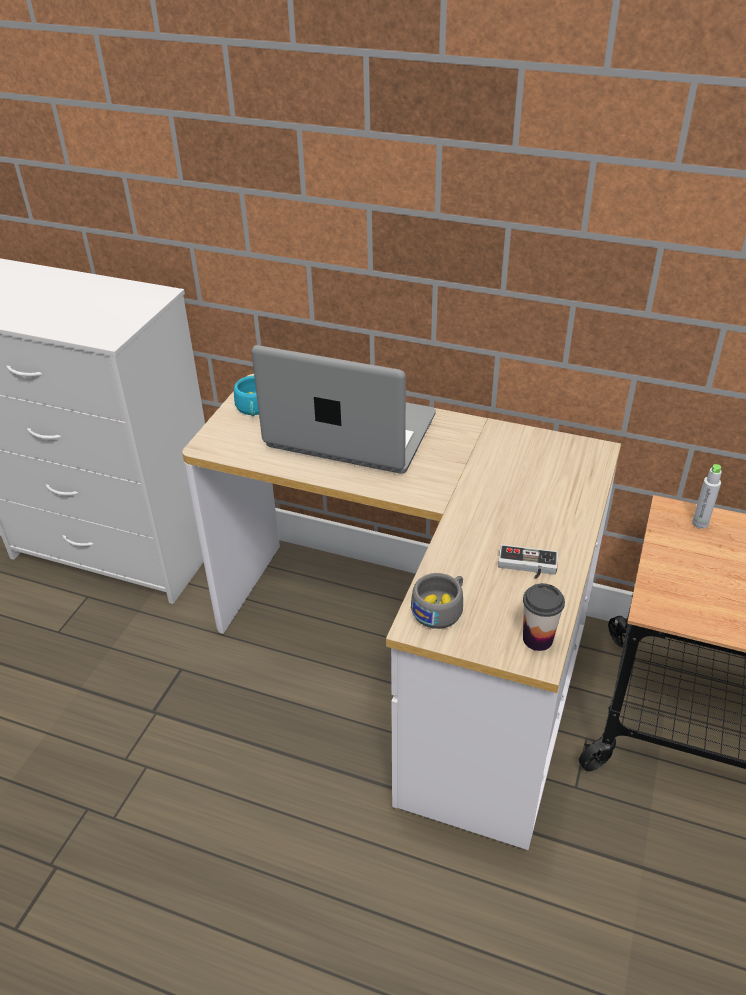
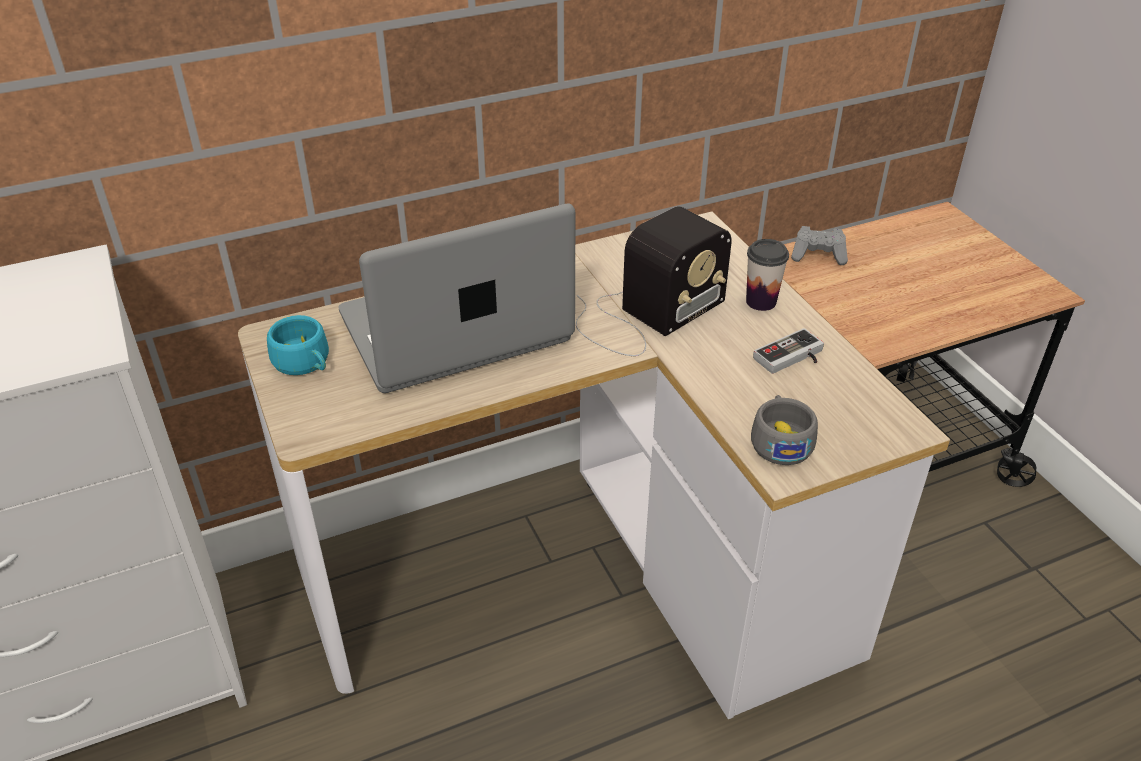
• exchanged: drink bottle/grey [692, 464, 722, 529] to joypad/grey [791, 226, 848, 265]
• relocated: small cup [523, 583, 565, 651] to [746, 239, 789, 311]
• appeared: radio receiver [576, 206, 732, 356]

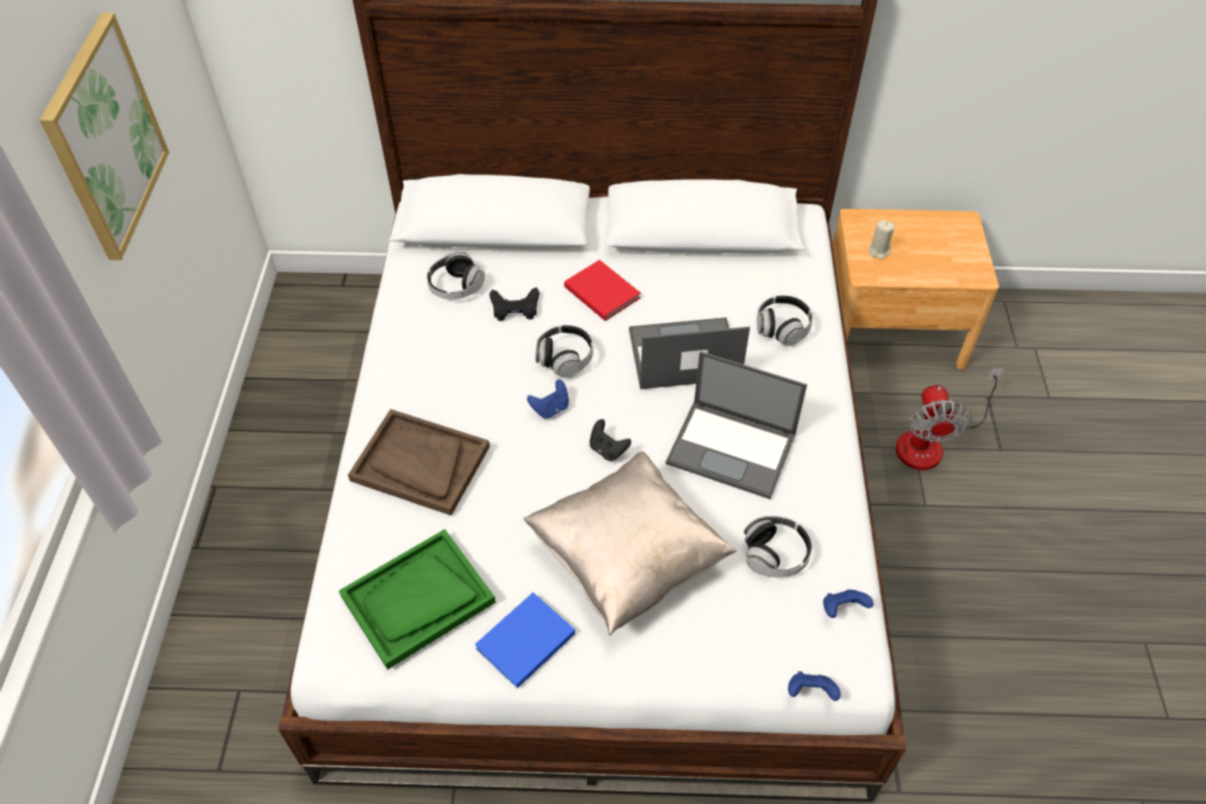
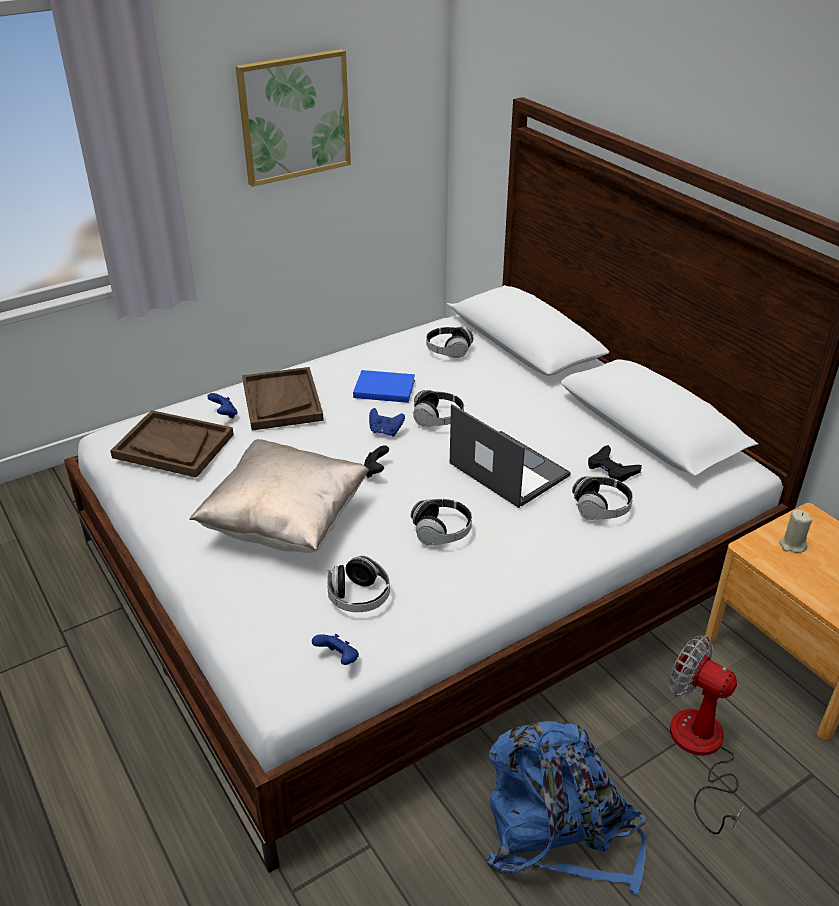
• missing: book/red-coloured [564, 260, 641, 321]
• relocated: joypad/blackish [489, 287, 540, 321] to [588, 445, 642, 482]
• exchanged: notebook computer [666, 351, 807, 499] to headset [411, 499, 472, 545]
• spun: fan [896, 369, 1004, 470] = [670, 635, 744, 834] 75 degrees clockwise
• colour: tray/green-coloured [339, 529, 496, 670] to tray/brown [110, 410, 234, 478]
• relocated: book/blue-coloured [475, 592, 575, 688] to [353, 370, 415, 403]
• relocated: joypad/blue-coloured [788, 671, 841, 701] to [207, 393, 238, 418]
• appeared: backpack/blue-coloured [486, 721, 647, 895]

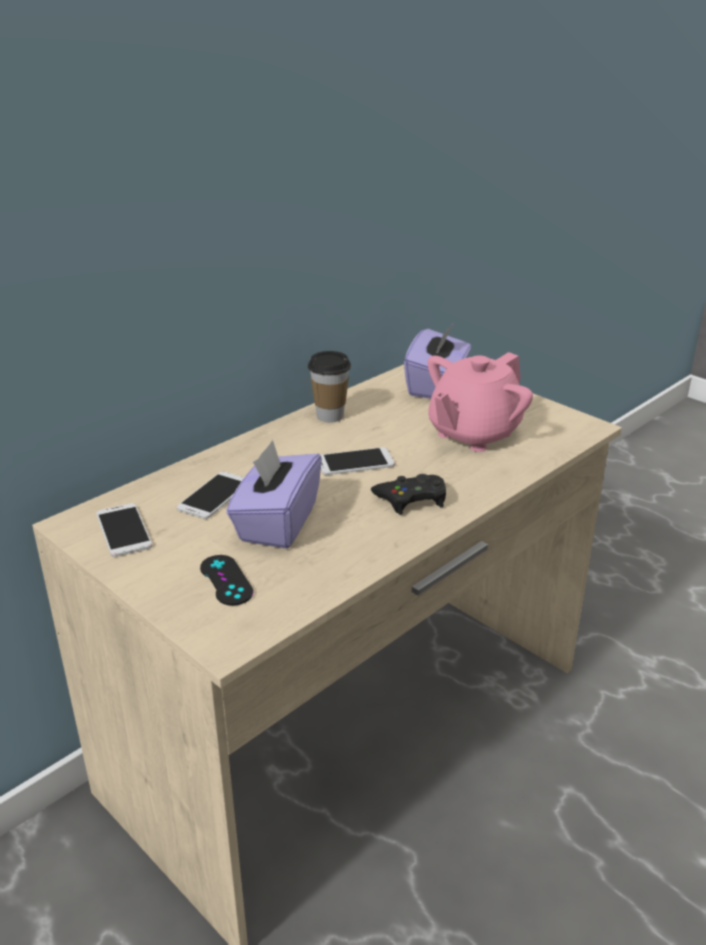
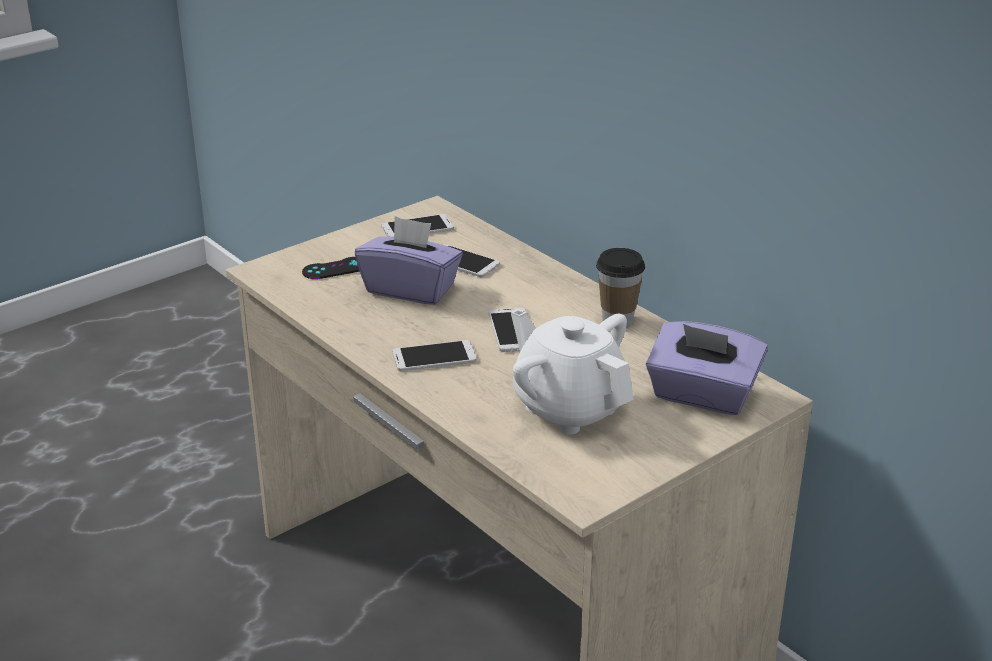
• colour: tea pot/pinkish [428, 352, 533, 452] to tea pot/white [511, 309, 634, 435]
• exchanged: joypad/blackish [371, 474, 446, 515] to telephone [392, 340, 477, 371]

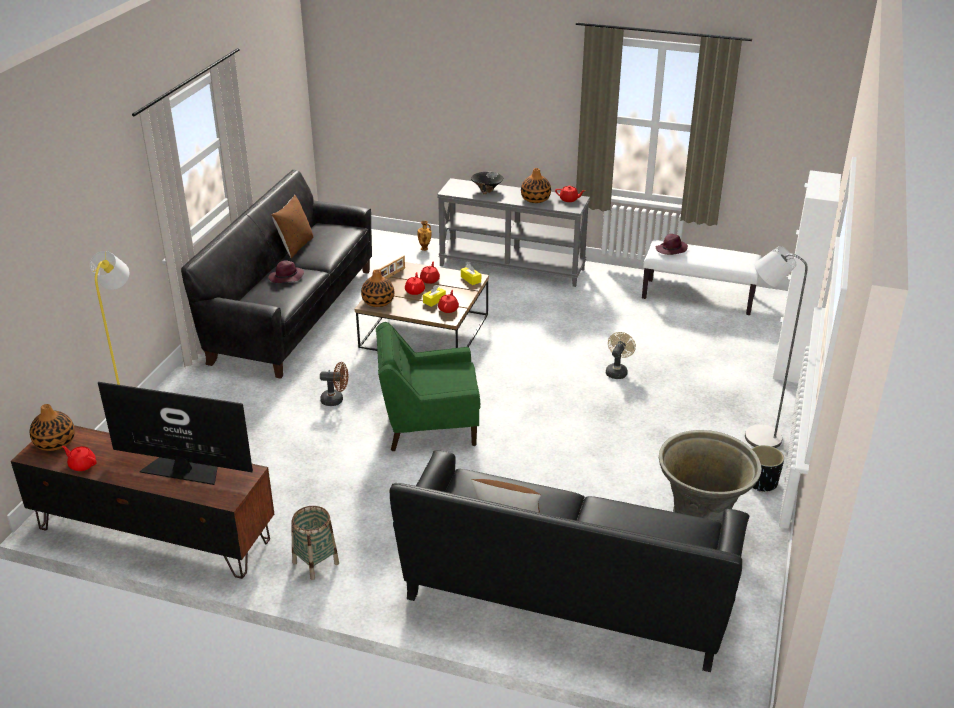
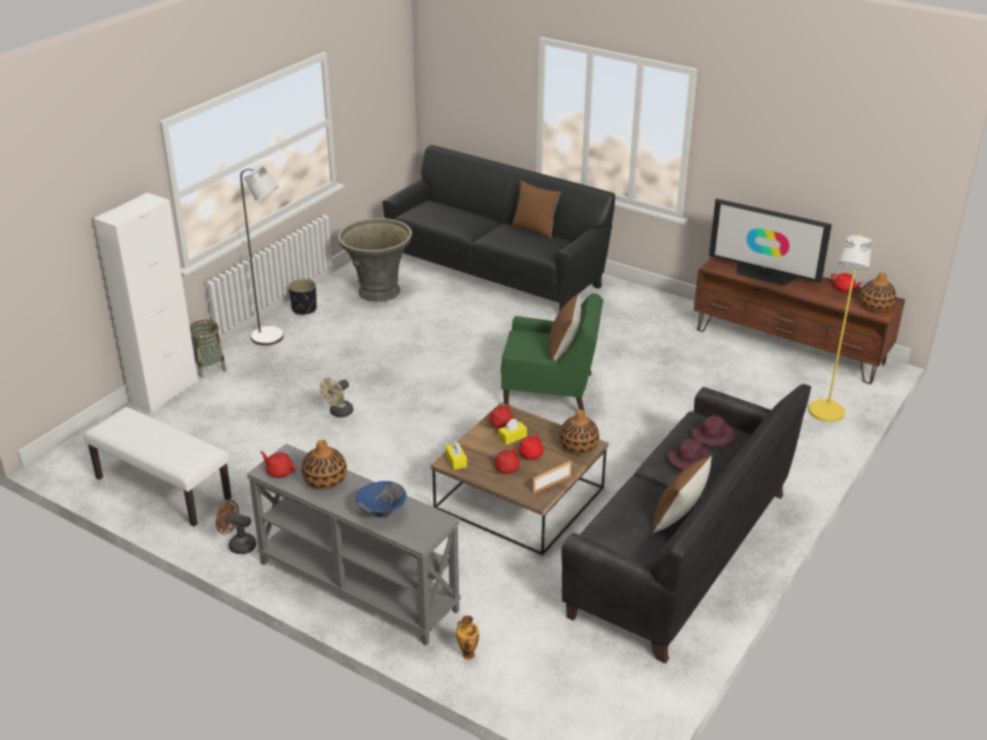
• colour: bowl/blackish [471, 172, 503, 195] to bowl/blue-coloured [356, 481, 406, 517]
• relocated: clothing hat/purplish [656, 234, 688, 255] to [691, 415, 734, 447]
• relocated: fan/brown [320, 362, 348, 406] to [216, 500, 256, 554]
• relocated: storage basket [291, 506, 339, 580] to [190, 320, 226, 378]
• appeared: pillow/brown [549, 293, 581, 360]

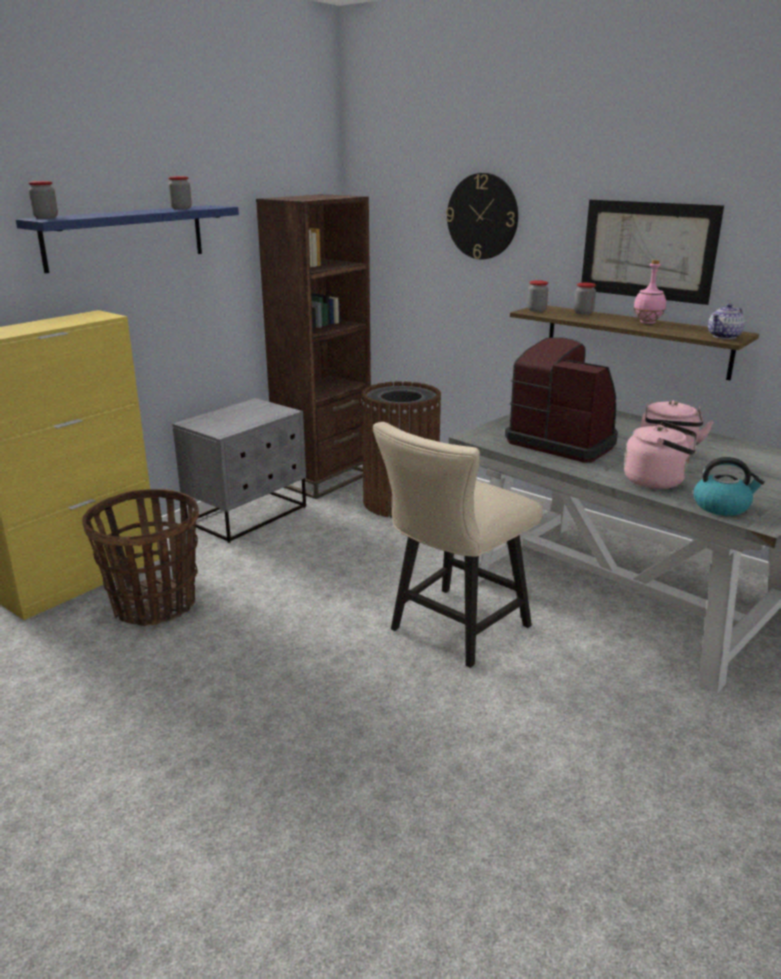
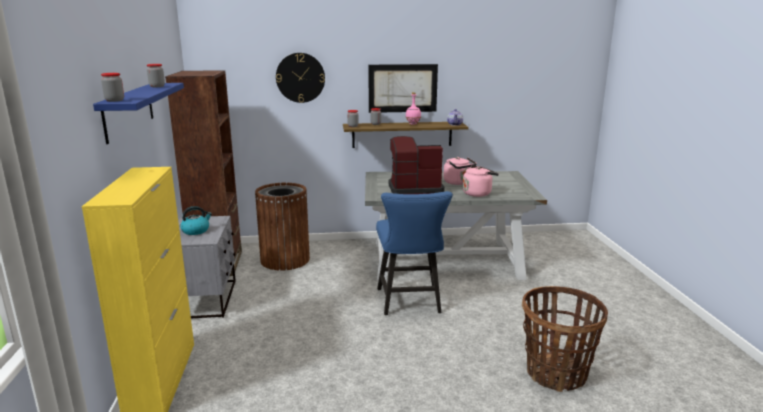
• colour: chair/beige-coloured [373, 422, 543, 668] to chair/blue-coloured [376, 191, 453, 315]
• relocated: water kettle [694, 457, 765, 516] to [180, 206, 212, 235]
• relocated: storage basket [82, 489, 199, 626] to [522, 286, 608, 392]

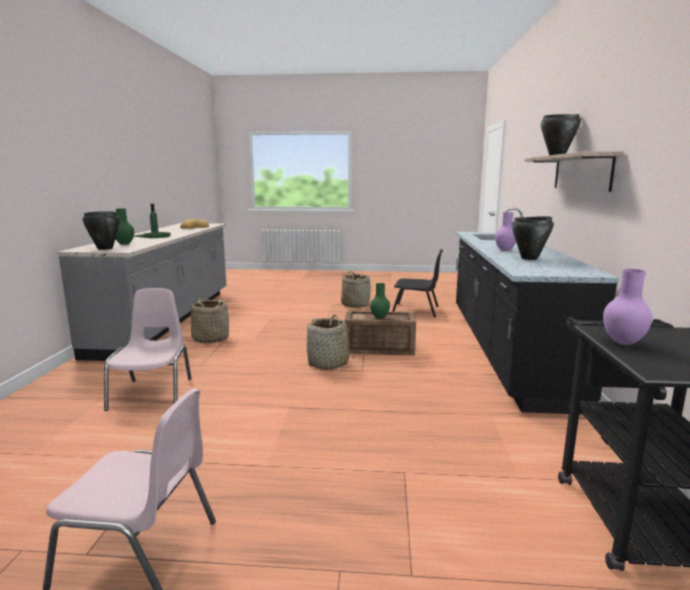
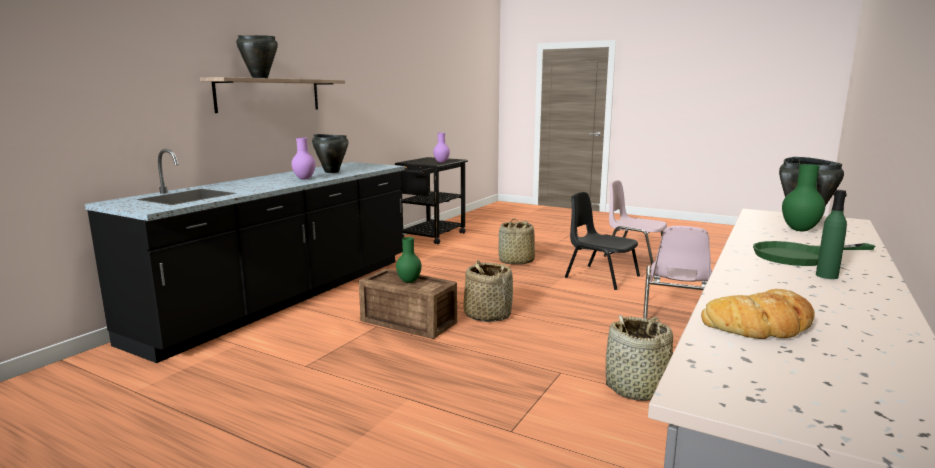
• relocated: chair/blackish [392, 249, 443, 317] to [565, 192, 640, 290]
• relocated: storage basket [341, 271, 371, 308] to [498, 219, 535, 265]

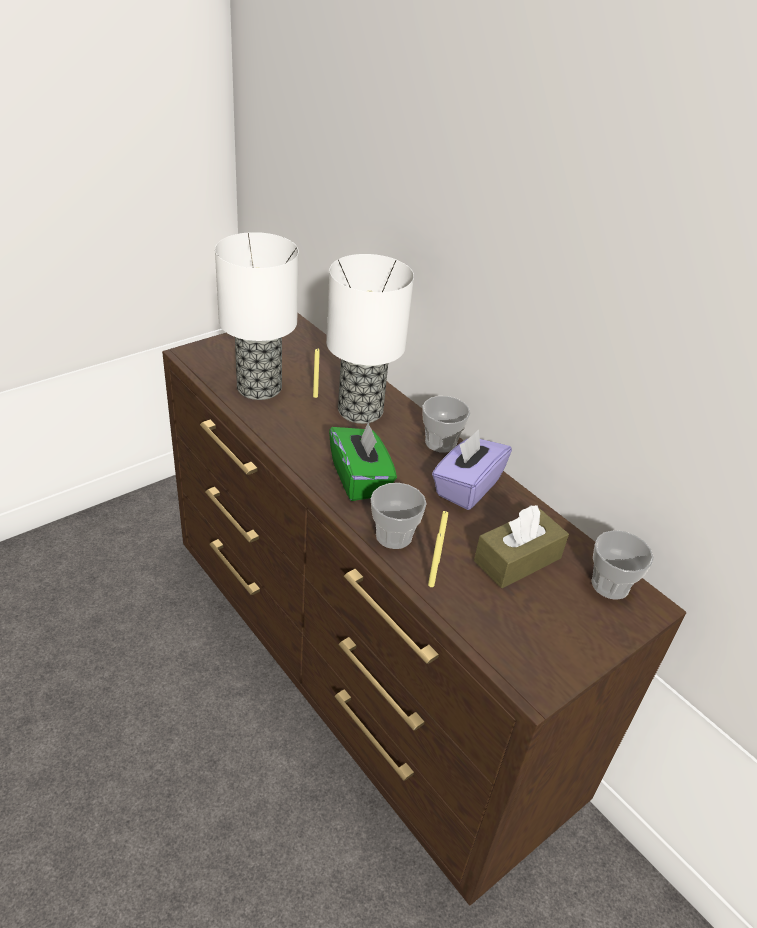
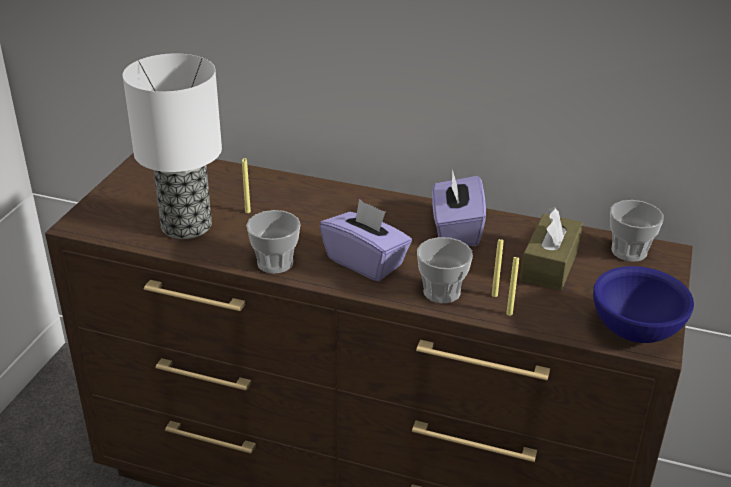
• missing: tabletop lamp [326, 254, 414, 424]
• relocated: small cup [422, 396, 470, 453] to [246, 210, 300, 274]
• colour: tissue box/green-coloured [329, 421, 397, 501] to tissue box/purplish [319, 199, 412, 281]
• appeared: bowl/blue-coloured [593, 266, 694, 343]

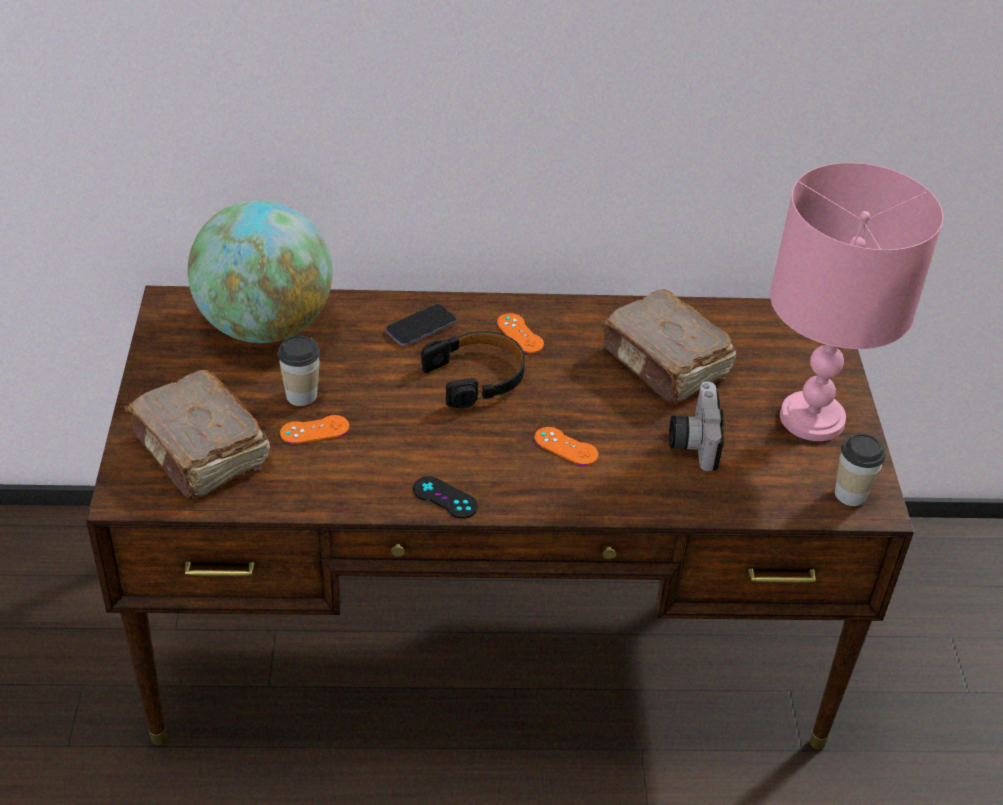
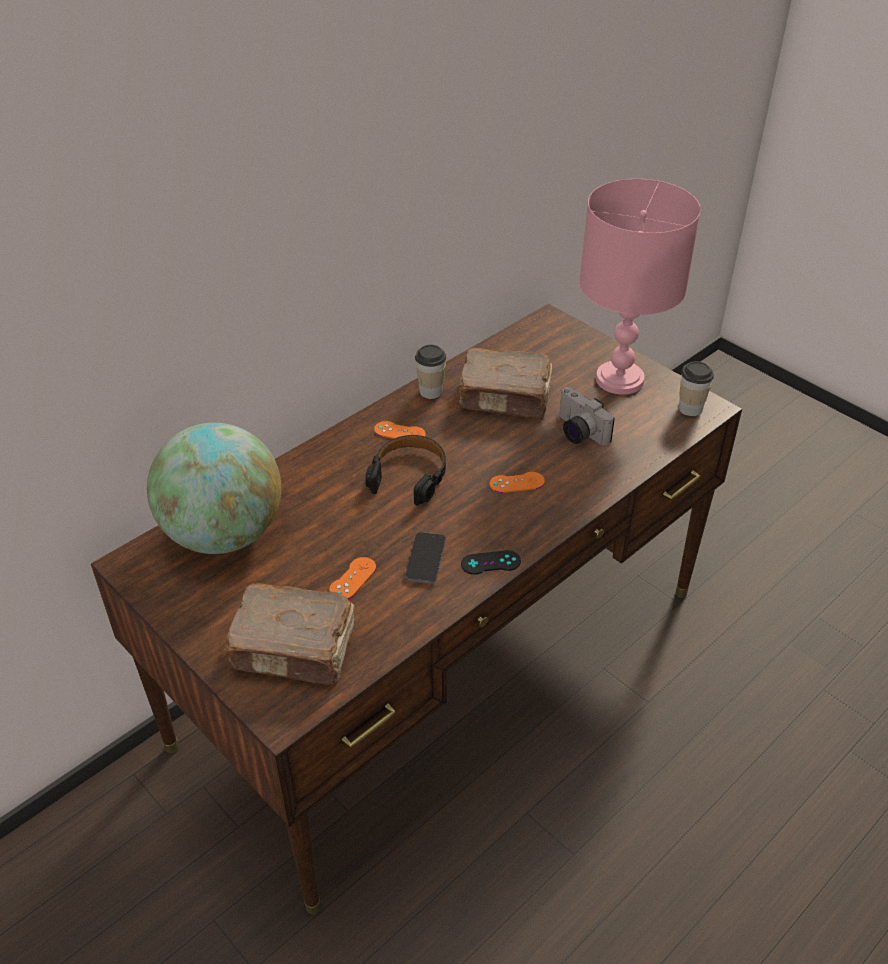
• relocated: telephone [386, 304, 456, 346] to [405, 532, 446, 583]
• relocated: small cup [278, 336, 320, 406] to [415, 345, 446, 399]

